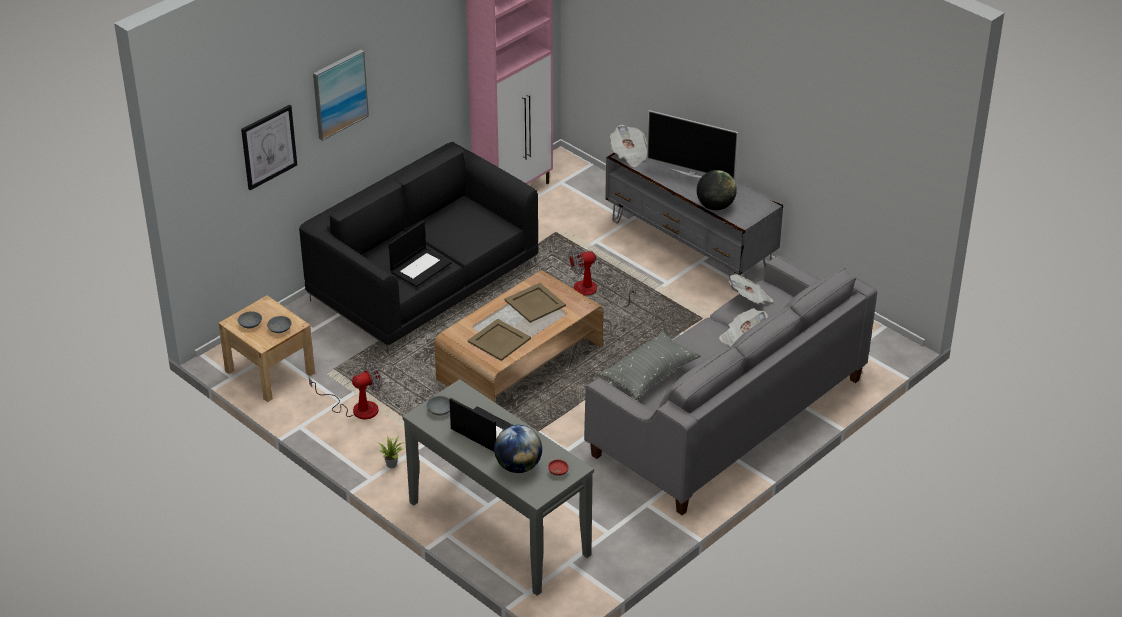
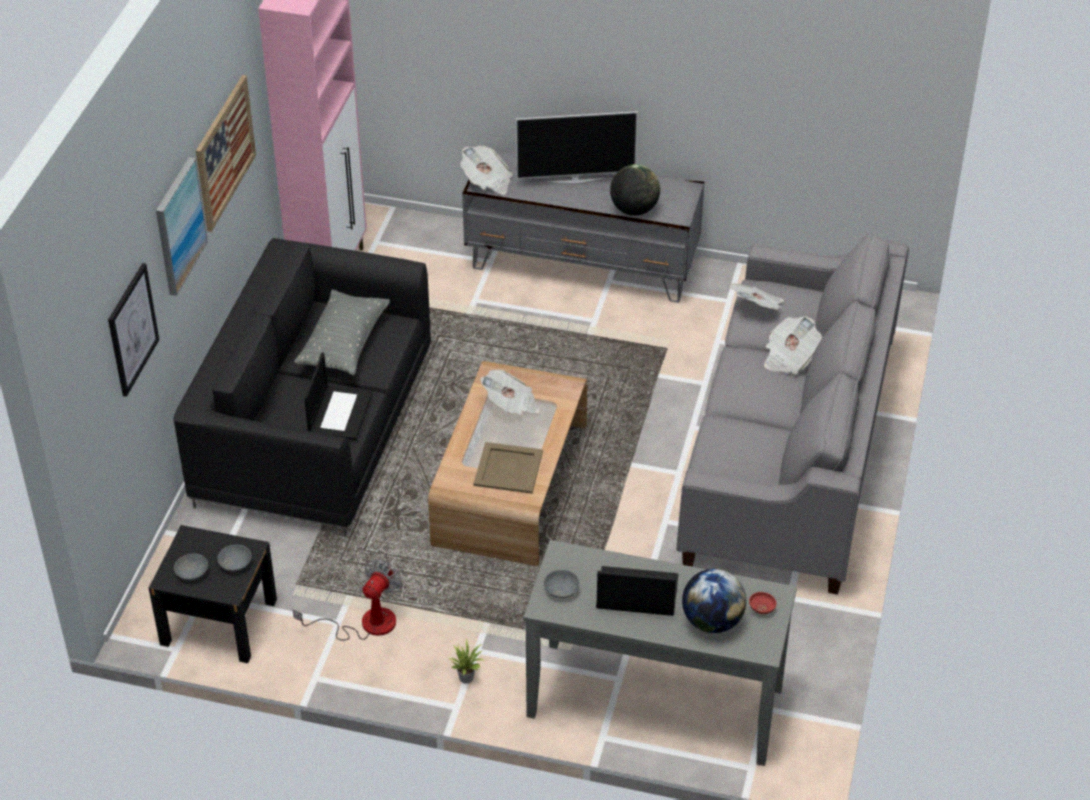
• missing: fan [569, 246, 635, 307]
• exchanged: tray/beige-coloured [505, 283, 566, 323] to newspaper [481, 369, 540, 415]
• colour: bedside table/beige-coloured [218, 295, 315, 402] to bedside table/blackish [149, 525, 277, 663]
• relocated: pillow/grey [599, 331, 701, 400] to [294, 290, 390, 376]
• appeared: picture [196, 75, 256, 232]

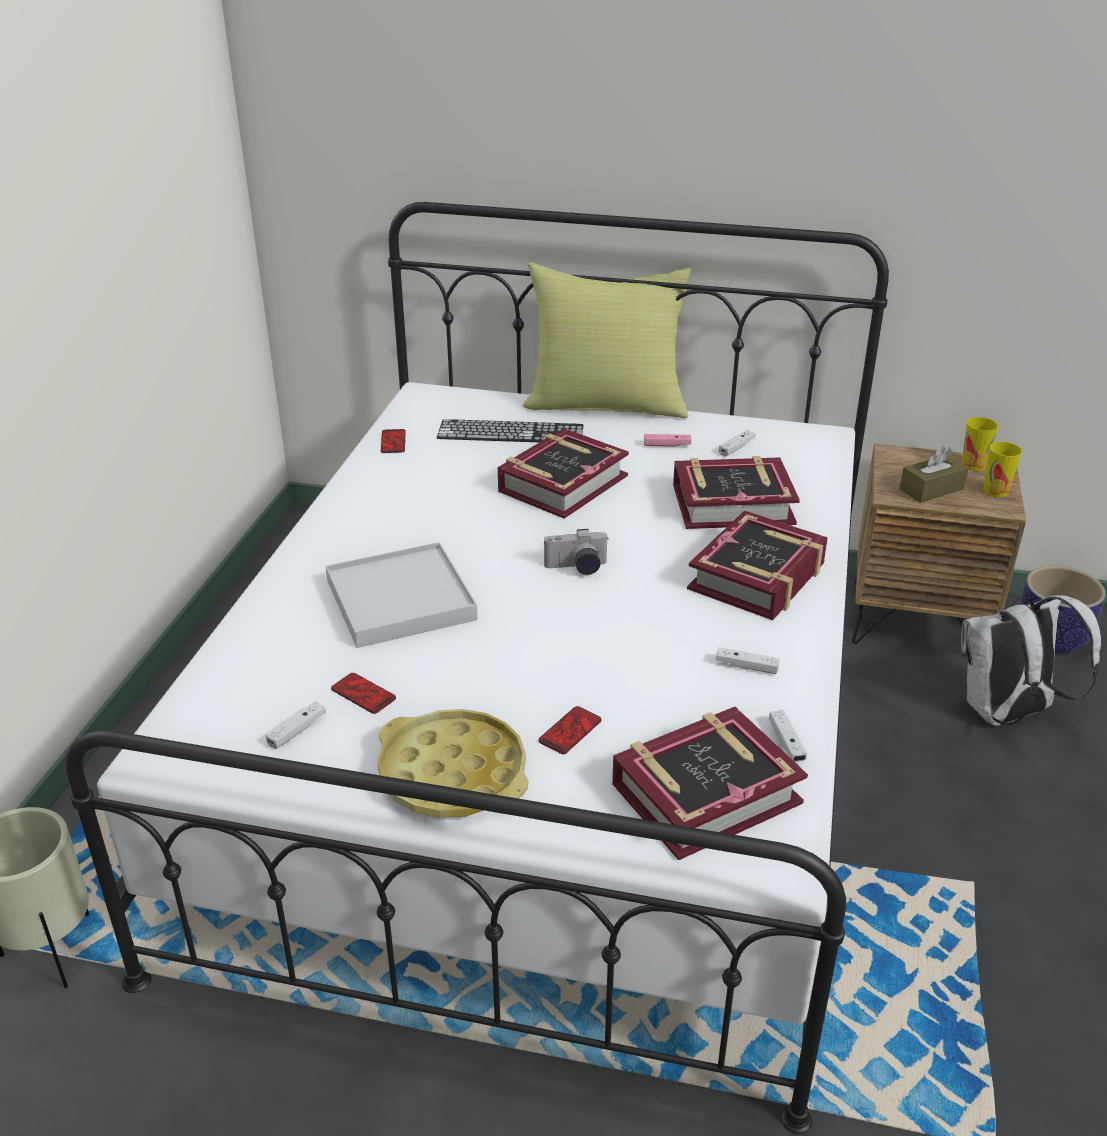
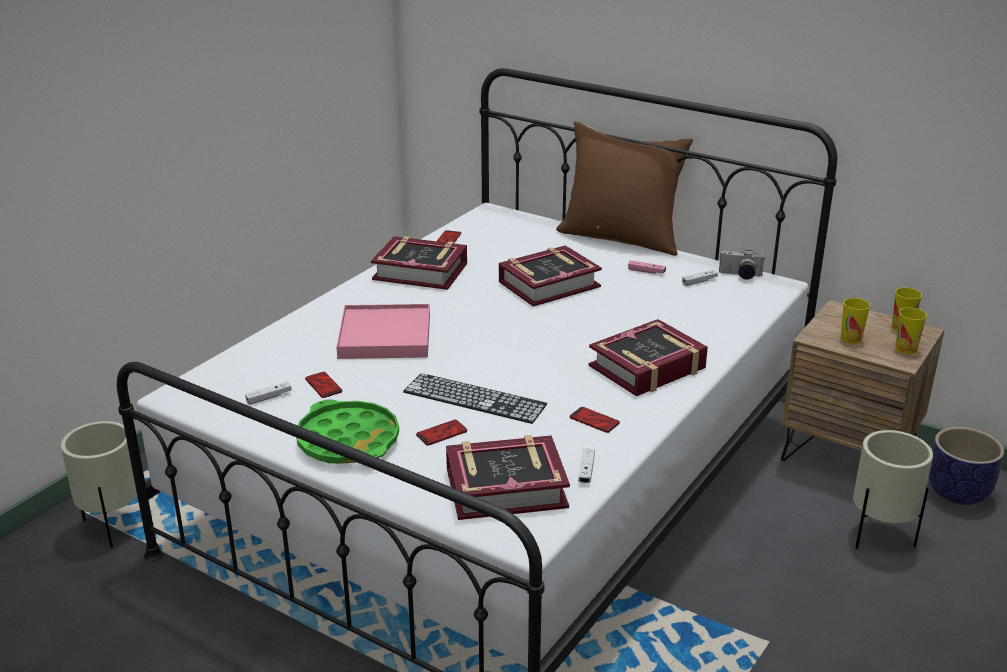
• colour: pillow/yellow-coloured [523, 262, 691, 418] to pillow/brown [556, 121, 693, 256]
• relocated: keyboard [437, 419, 584, 442] to [403, 373, 547, 424]
• exchanged: tissue box/brown [900, 446, 969, 503] to small cup [841, 298, 870, 344]
• relocated: book [673, 456, 800, 529] to [371, 236, 467, 290]
• relocated: still camera [543, 529, 608, 575] to [719, 250, 765, 280]
• colour: tray/white [326, 542, 478, 648] to tray/pinkish [336, 304, 430, 359]
• exchanged: backpack/white [961, 595, 1101, 726] to planter/beige-coloured [853, 430, 933, 549]
• exchanged: joypad/white [716, 647, 780, 674] to telephone [570, 407, 620, 433]
• colour: tray/yellow-coloured [377, 709, 528, 818] to tray/green-coloured [296, 399, 399, 464]

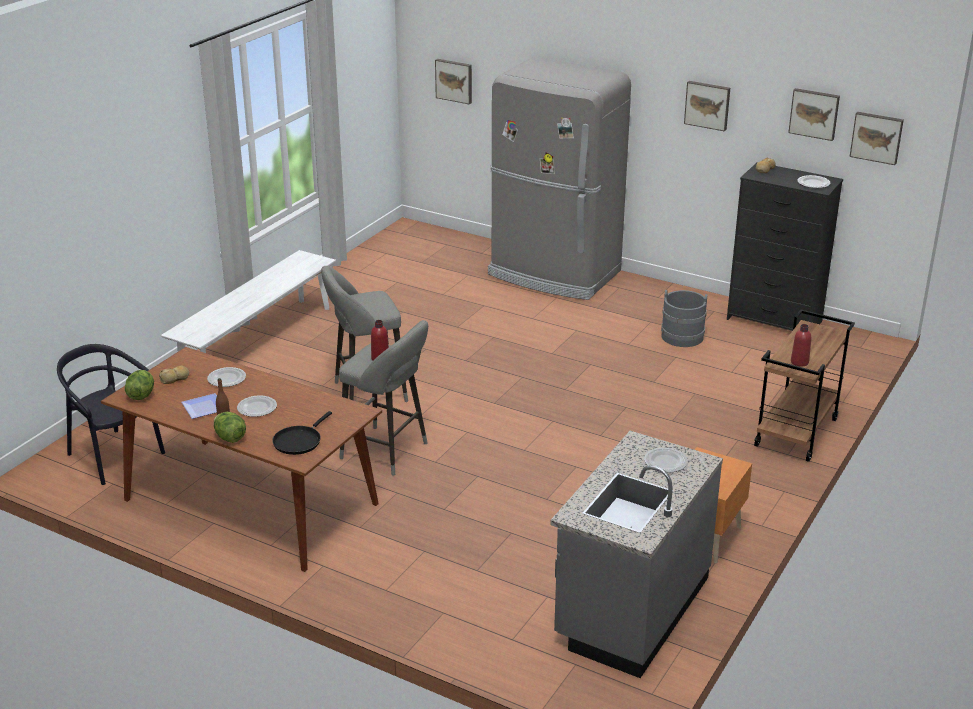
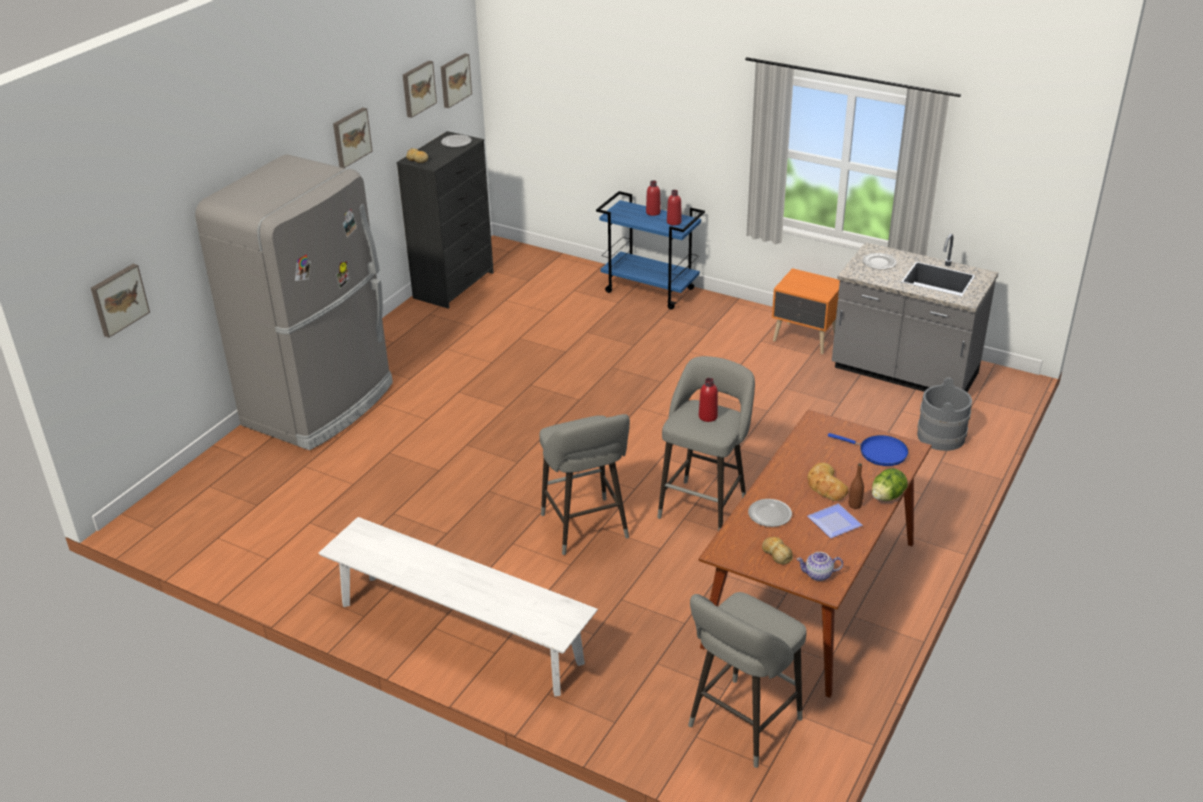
• relocated: bucket/grey [661, 290, 707, 347] to [917, 377, 972, 451]
• colour: trolley/brown [754, 309, 855, 462] to trolley/blue-coloured [596, 191, 705, 310]
• exchanged: chair/blackish [57, 344, 165, 485] to stool/grey [688, 592, 807, 768]
• exchanged: head of lettuce [125, 370, 154, 400] to tea pot [796, 552, 843, 581]
• exchanged: flat dish [237, 395, 277, 417] to bakery bread [807, 463, 849, 501]
• colour: skillet/blackish [272, 411, 332, 455] to skillet/blue-coloured [828, 433, 908, 466]
• appeared: drink bottle/red-coloured [646, 180, 661, 216]

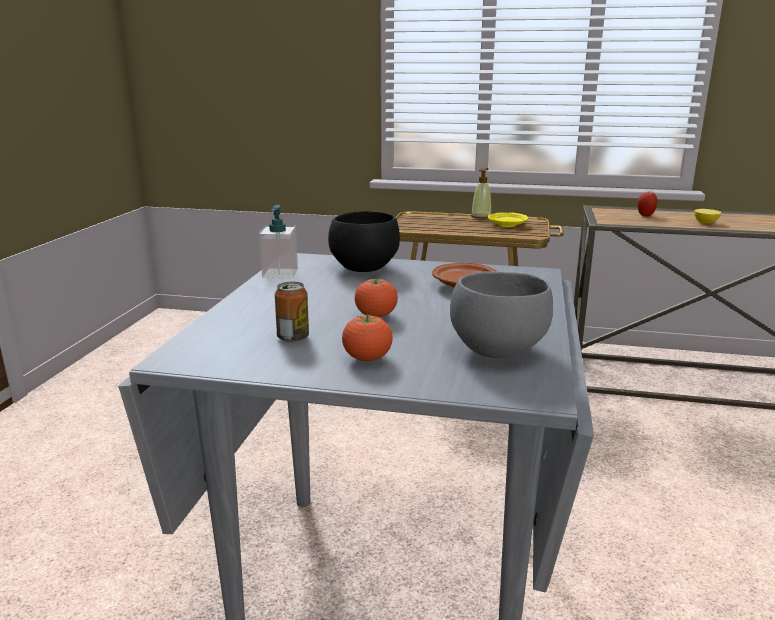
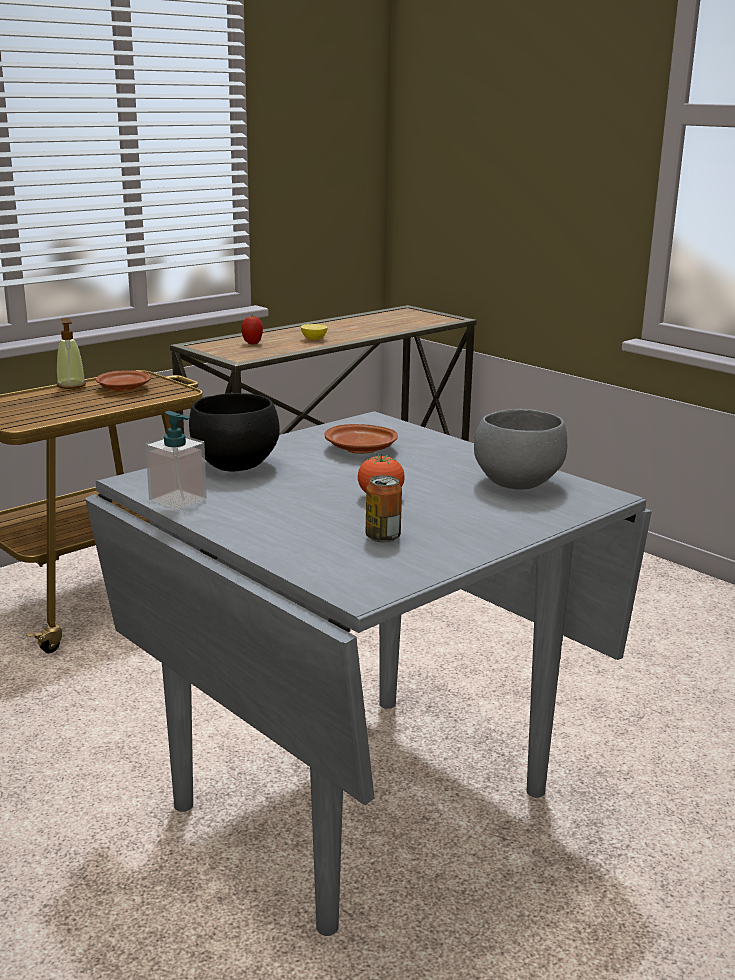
• colour: flat dish/yellow-coloured [488, 212, 528, 227] to flat dish/brown [96, 370, 151, 392]
• missing: fresh tomato [342, 313, 393, 361]

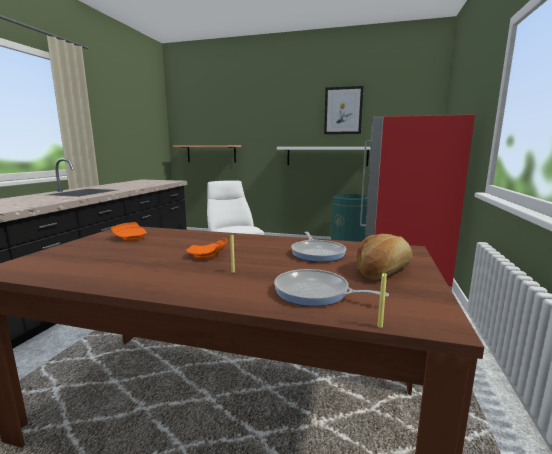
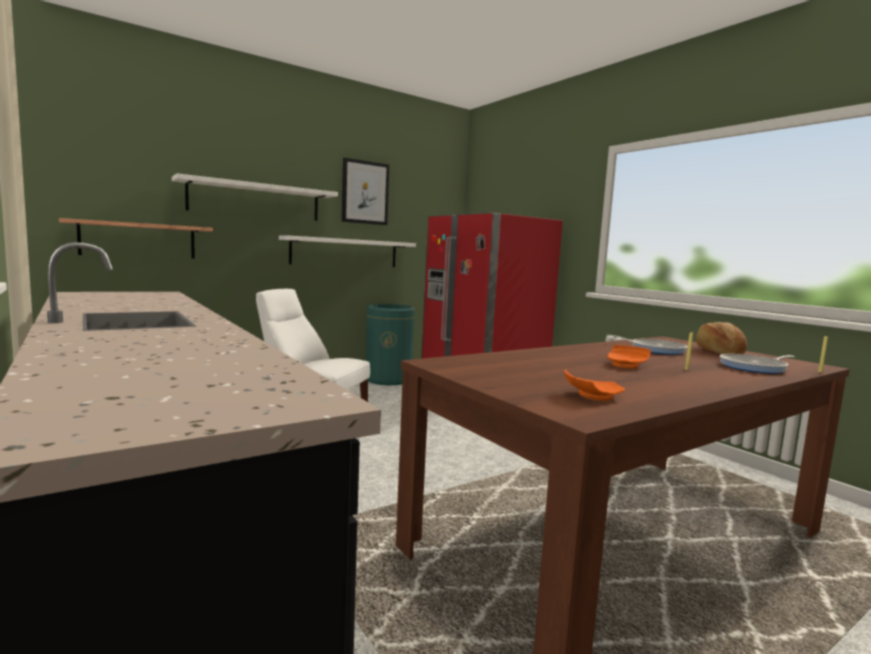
• relocated: flat dish/orange-coloured [111, 222, 147, 241] to [564, 369, 625, 401]
• appeared: bracket shelf/white [172, 173, 338, 221]

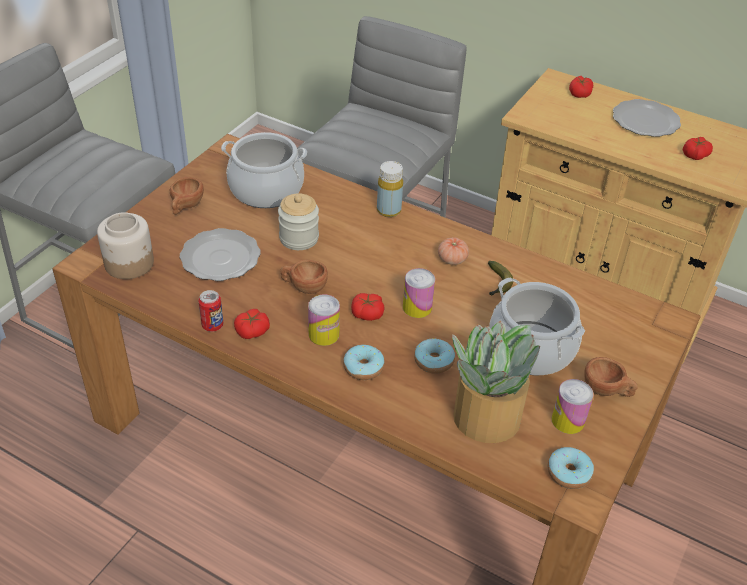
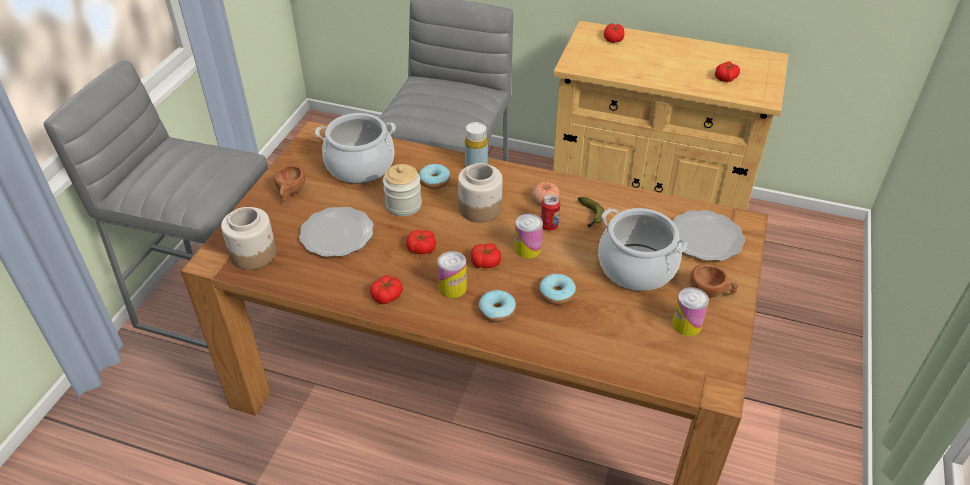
• relocated: flat dish [613, 99, 681, 137] to [673, 210, 745, 261]
• exchanged: small cup/brown [280, 260, 328, 294] to fresh tomato [406, 230, 436, 254]
• relocated: metal can [198, 290, 224, 332] to [541, 195, 560, 231]
• missing: houseplant [452, 321, 540, 443]
• relocated: donut [548, 447, 594, 489] to [419, 164, 450, 189]
• appeared: jar [458, 163, 502, 223]

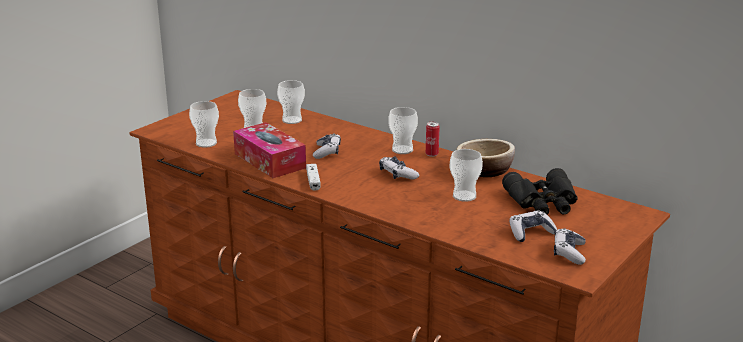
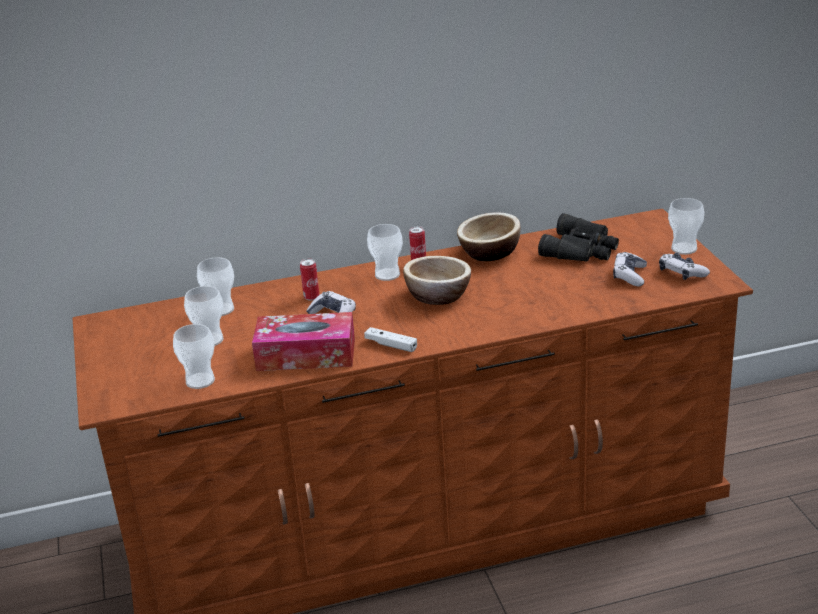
• relocated: small cup [450, 149, 483, 202] to [668, 198, 704, 255]
• exchanged: joypad [379, 157, 419, 179] to bowl [403, 256, 471, 305]
• appeared: metal can [300, 258, 319, 301]

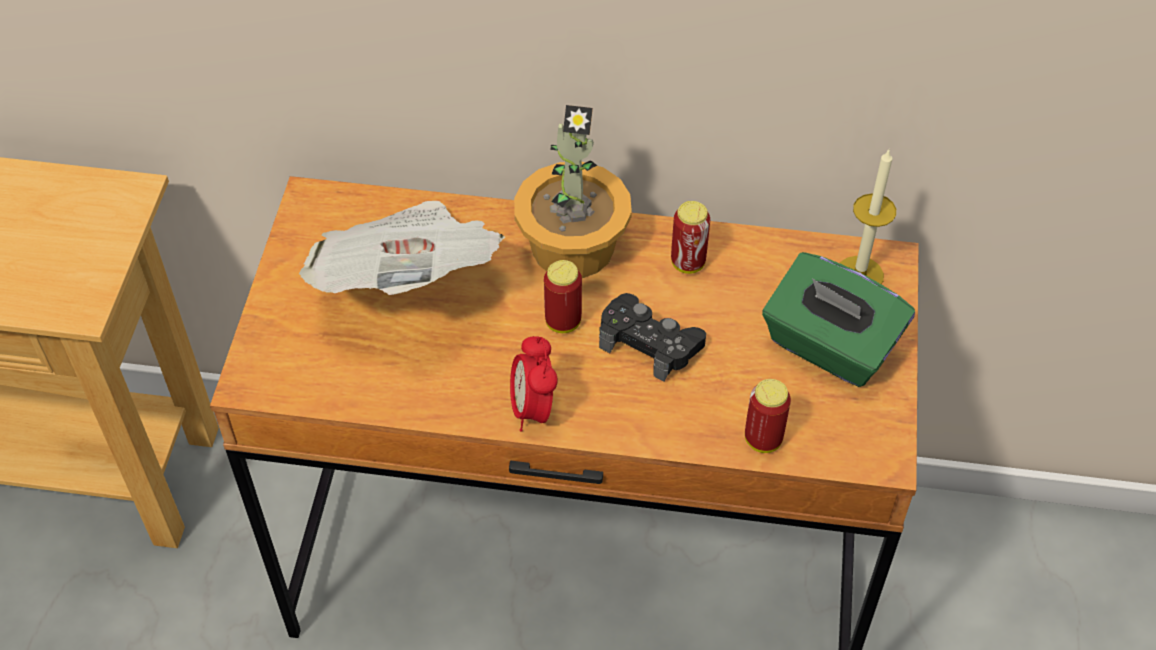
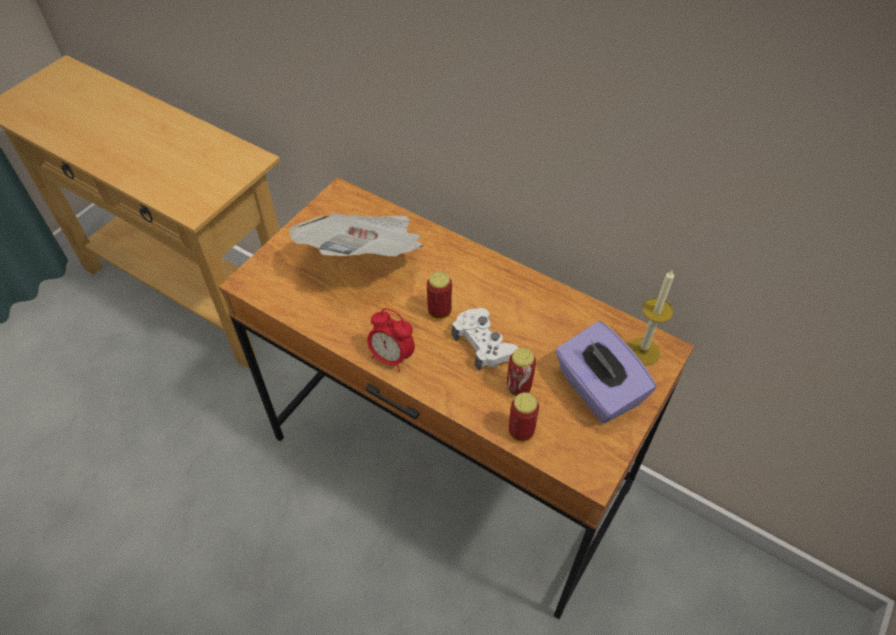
• missing: houseplant [514, 105, 632, 278]
• relocated: metal can [671, 201, 710, 274] to [507, 348, 536, 397]
• colour: tissue box/green-coloured [762, 252, 915, 387] to tissue box/purplish [555, 321, 656, 423]
• colour: joypad/blackish [599, 293, 706, 381] to joypad/white [452, 308, 518, 371]
• spun: table clock [510, 336, 558, 432] = [367, 308, 415, 372] 75 degrees counterclockwise

